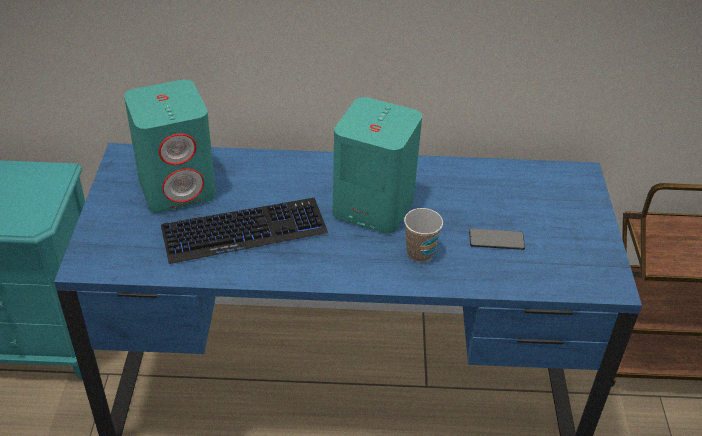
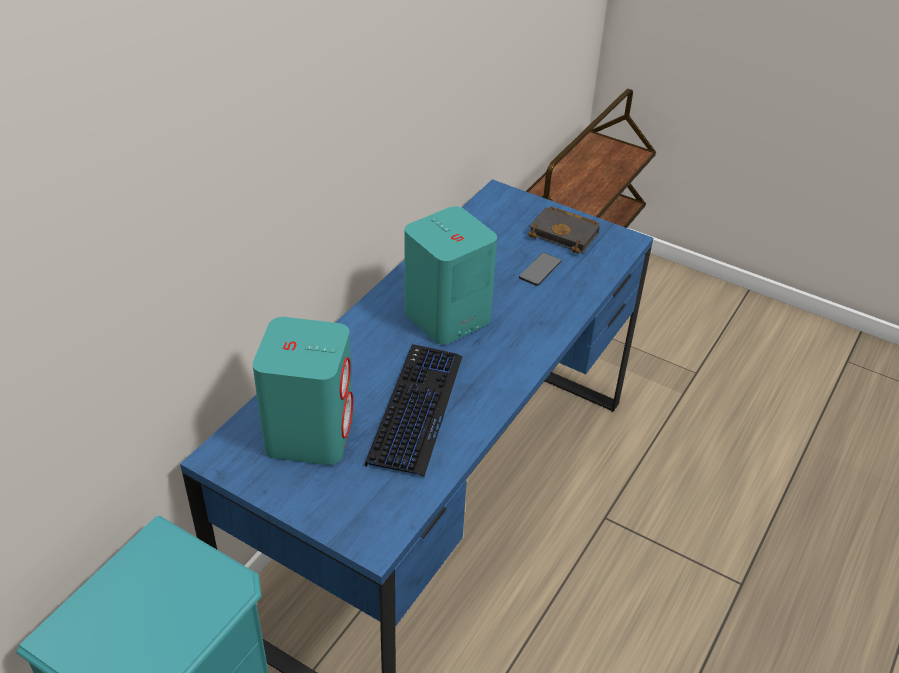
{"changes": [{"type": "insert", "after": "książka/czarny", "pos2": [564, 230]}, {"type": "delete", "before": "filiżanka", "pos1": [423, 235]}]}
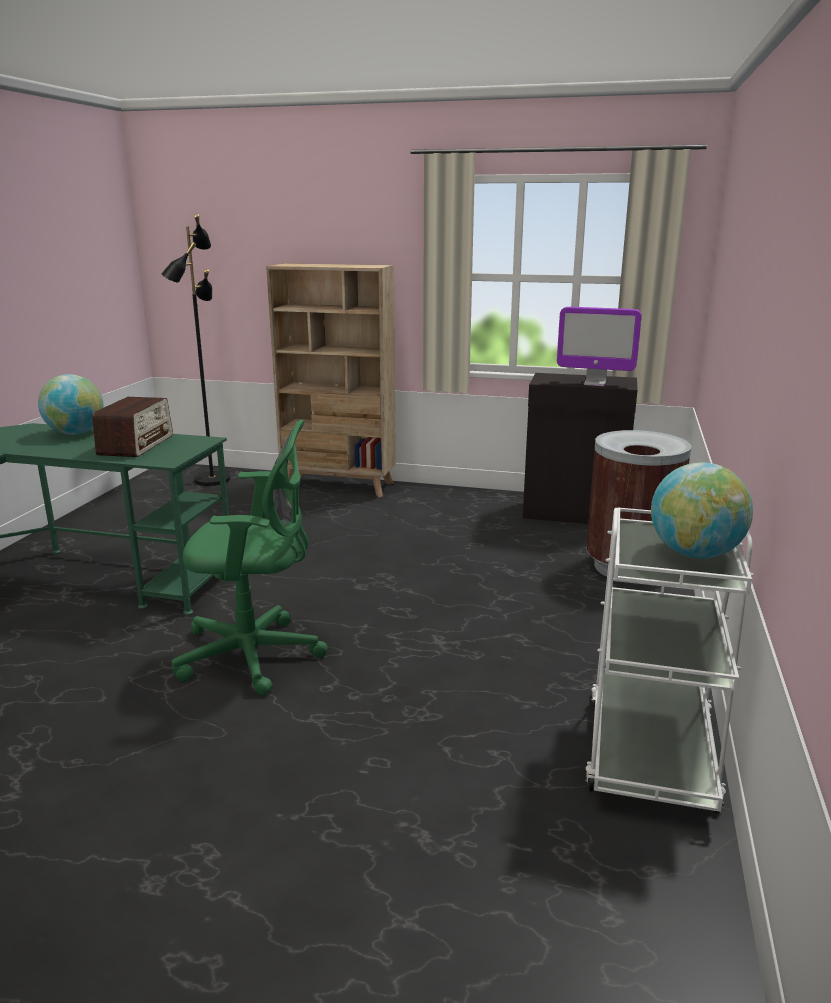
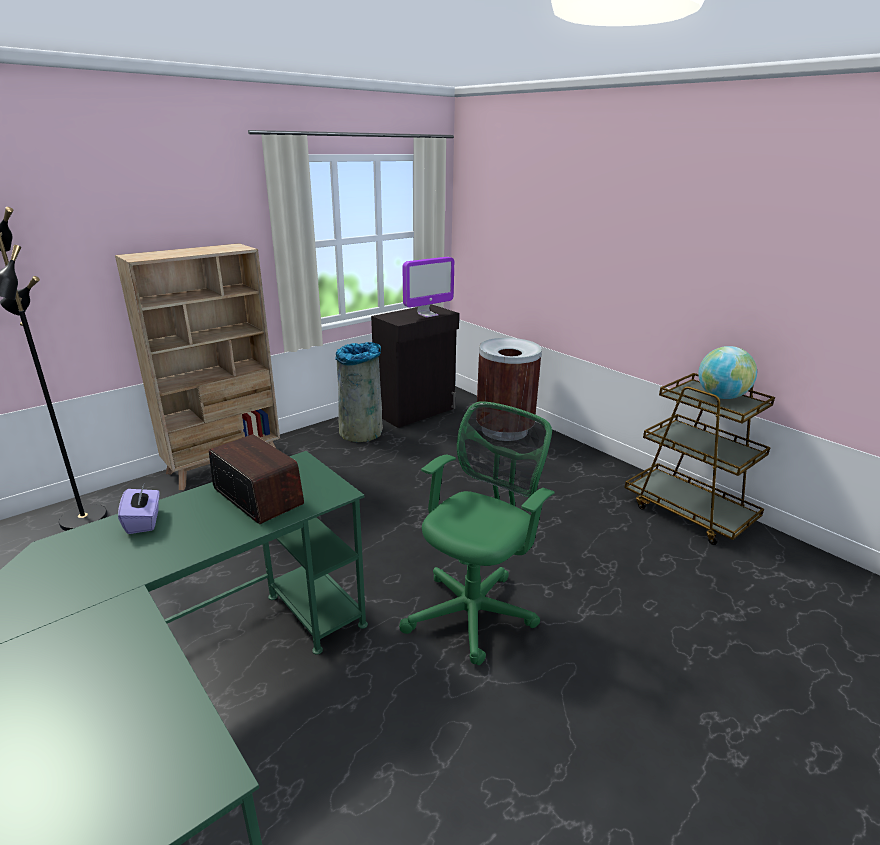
{"changes": [{"type": "replace", "before": "globus", "after": "pudełko chusteczek/fioletowy", "pos1": [71, 404], "pos2": [139, 509]}, {"type": "insert", "after": "kosz na śmieci/szary", "pos2": [359, 392]}, {"type": "recolor", "before": "wózek/biały", "after": "wózek/brązowy", "pos1": [670, 660], "pos2": [699, 459]}]}
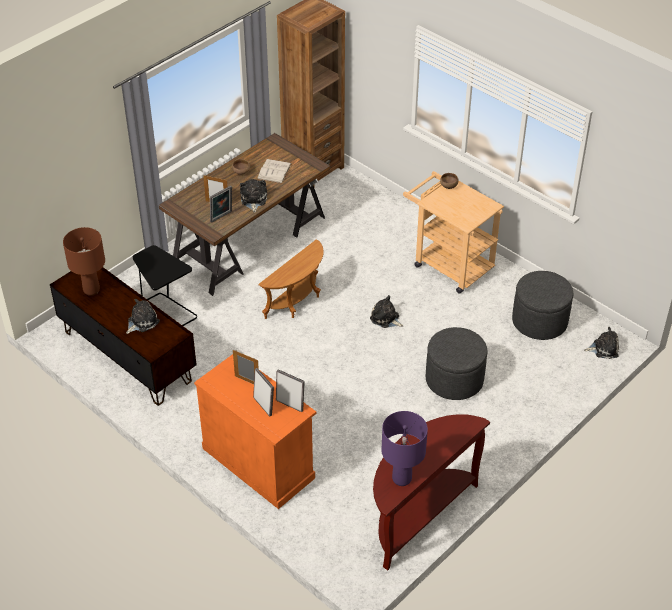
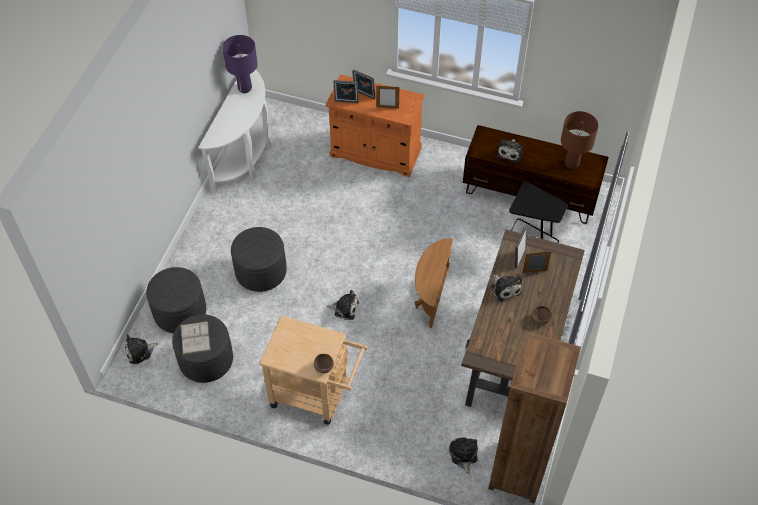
{"changes": [{"type": "insert", "after": "pufa/szary", "pos2": [176, 300]}, {"type": "move", "before": "książka/biały", "pos1": [274, 171], "pos2": [196, 338]}, {"type": "recolor", "before": "stolik konsolowy/brązowy", "after": "stolik konsolowy/biały", "pos1": [431, 492], "pos2": [234, 131]}, {"type": "insert", "after": "pluszak", "pos2": [463, 455]}]}
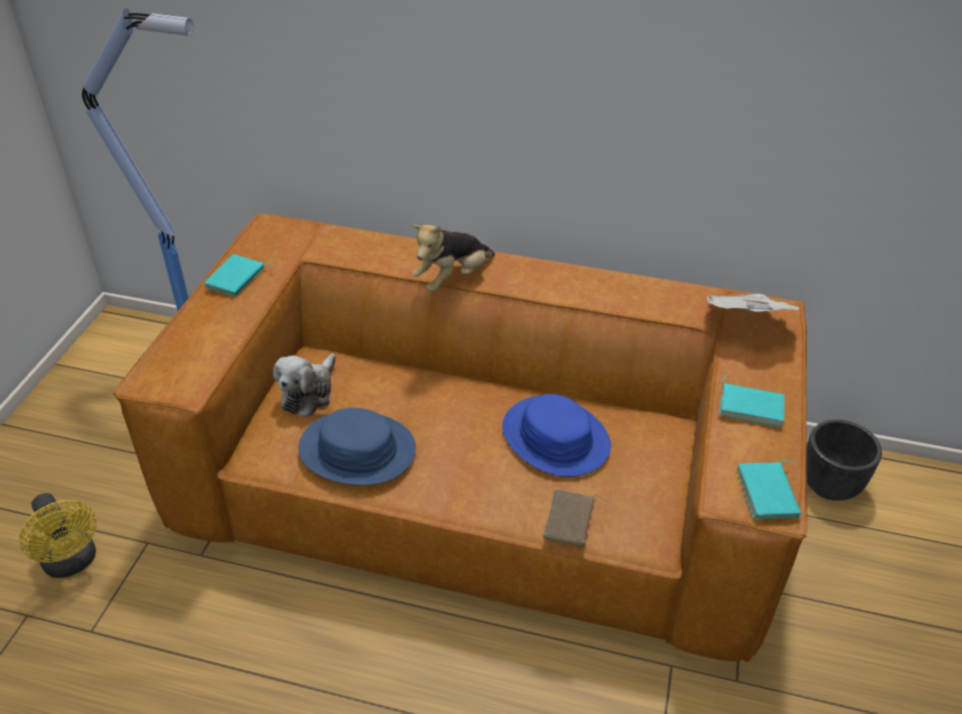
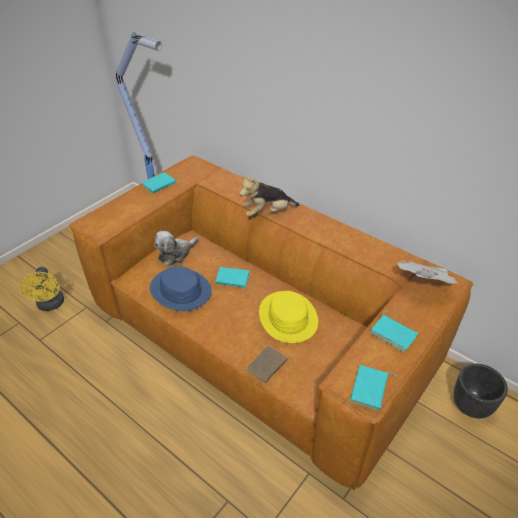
{"changes": [{"type": "insert", "after": "książka/turkusowy", "pos2": [232, 279]}, {"type": "recolor", "before": "kapelusz/niebieski", "after": "kapelusz/żółty", "pos1": [556, 435], "pos2": [288, 317]}]}
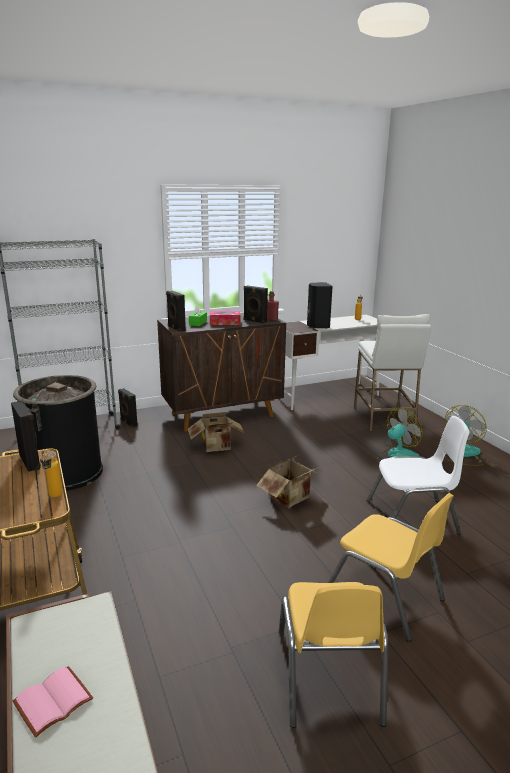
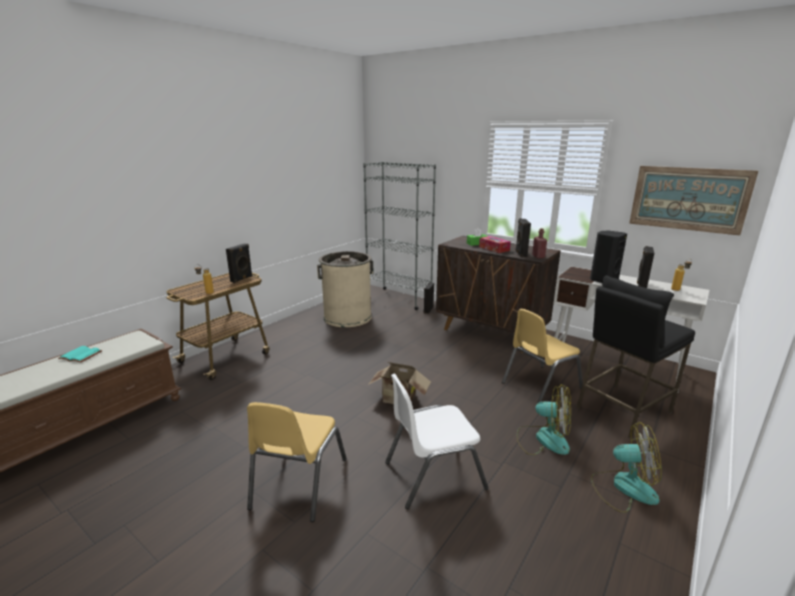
{"changes": [{"type": "recolor", "before": "książka/różowy", "after": "książka/turkusowy", "pos1": [53, 702], "pos2": [80, 354]}, {"type": "recolor", "before": "kosz na śmieci/czarny", "after": "kosz na śmieci/beżowy", "pos1": [58, 433], "pos2": [345, 289]}, {"type": "rotate", "before": "krzesło/biały", "pos1": [417, 475], "pos2": [437, 441], "turn": 105}, {"type": "move", "before": "krzesło/żółty", "pos1": [333, 655], "pos2": [542, 357]}, {"type": "recolor", "before": "stołek/biały", "after": "stołek/czarny", "pos1": [392, 372], "pos2": [635, 357]}, {"type": "insert", "after": "obraz", "pos2": [693, 201]}, {"type": "move", "before": "głośnik/czarny", "pos1": [176, 311], "pos2": [645, 267]}, {"type": "delete", "before": "karton", "pos1": [216, 432]}]}
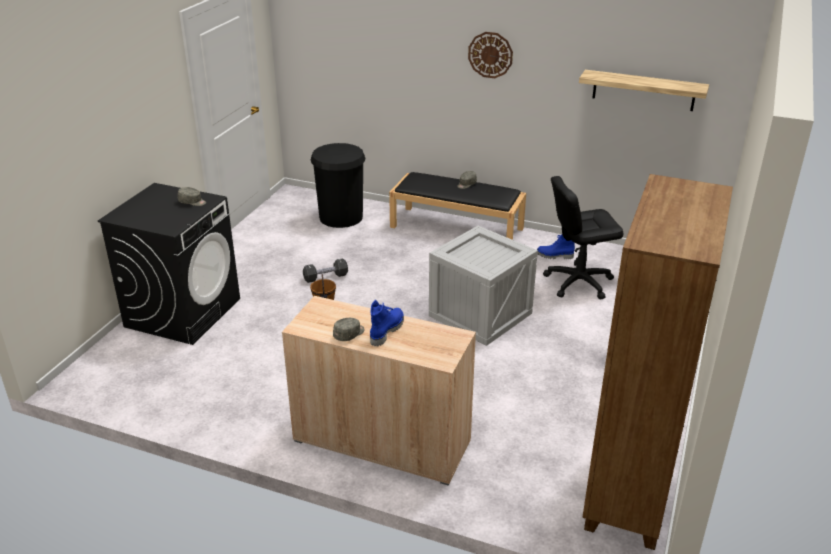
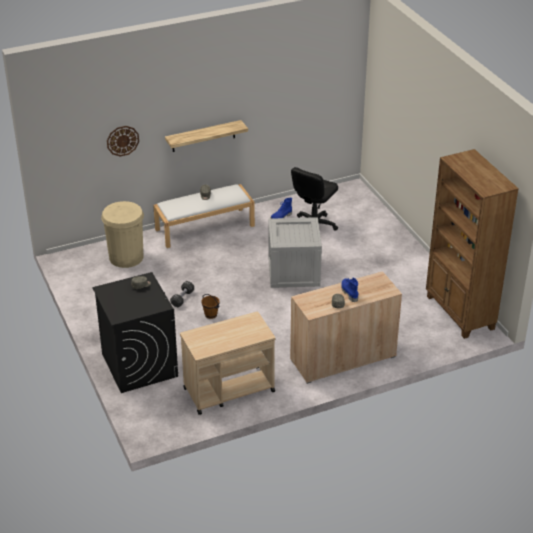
{"changes": [{"type": "recolor", "before": "kosz na śmieci/czarny", "after": "kosz na śmieci/beżowy", "pos1": [338, 185], "pos2": [122, 234]}, {"type": "move", "before": "zegar ścienny", "pos1": [490, 55], "pos2": [123, 141]}, {"type": "recolor", "before": "ławka/czarny", "after": "ławka/biały", "pos1": [457, 206], "pos2": [204, 216]}, {"type": "move", "before": "półka", "pos1": [644, 90], "pos2": [206, 136]}, {"type": "insert", "after": "wózek/beżowy", "pos2": [227, 363]}]}
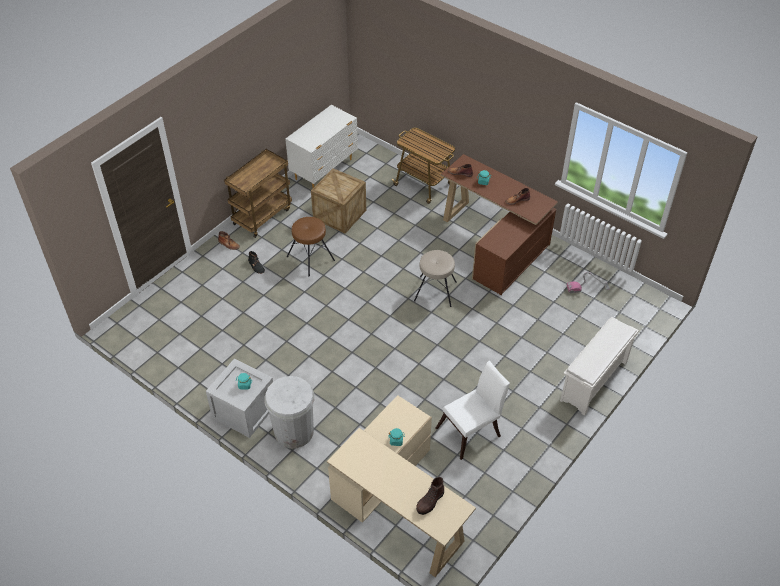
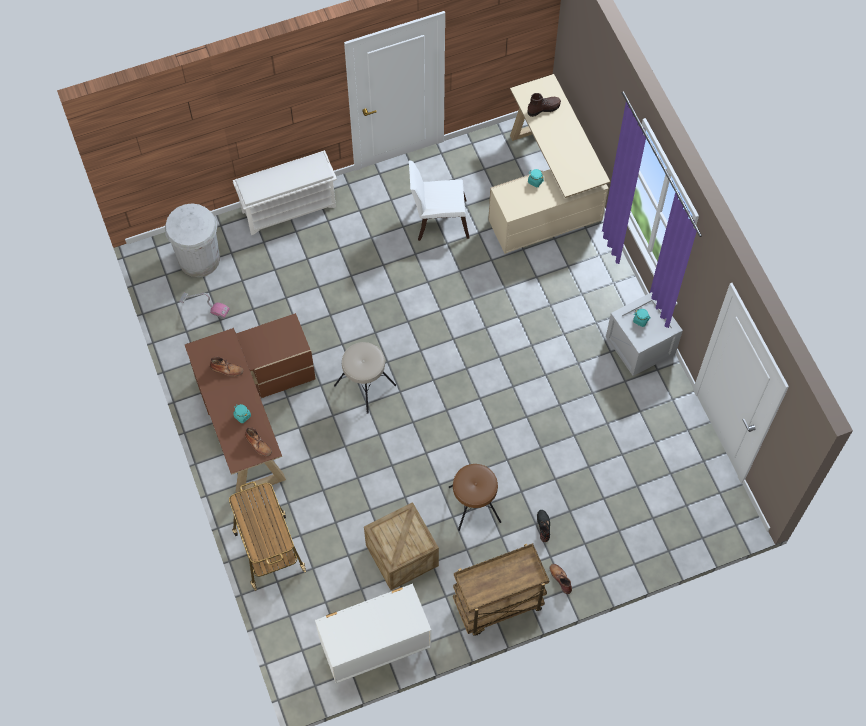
{"changes": [{"type": "move", "before": "kosz na śmieci/biały", "pos1": [289, 412], "pos2": [192, 240]}]}
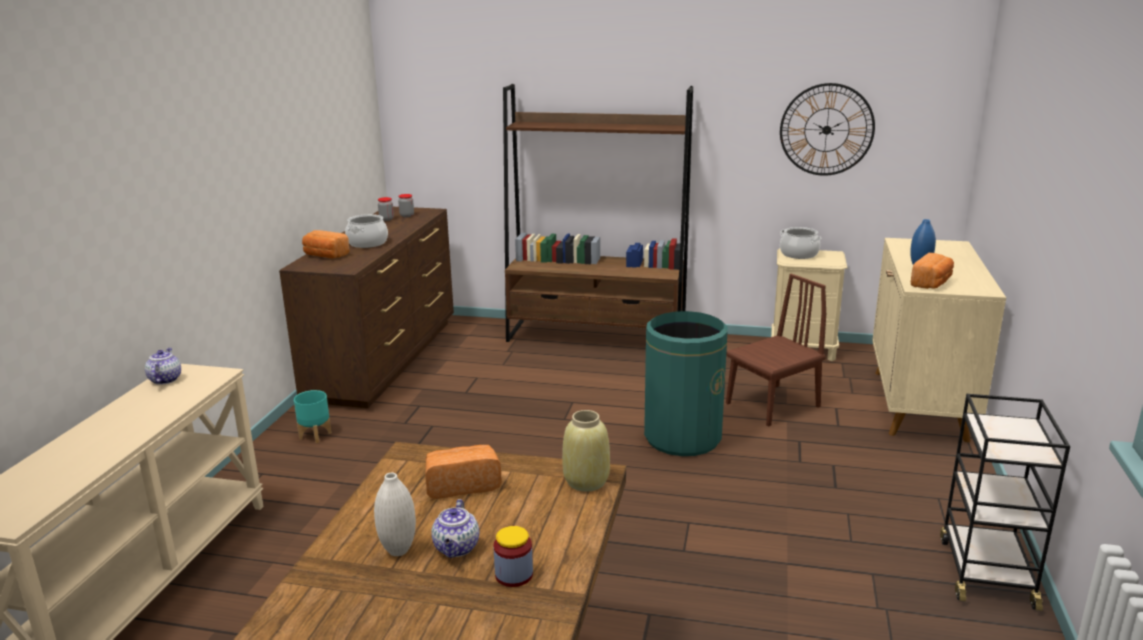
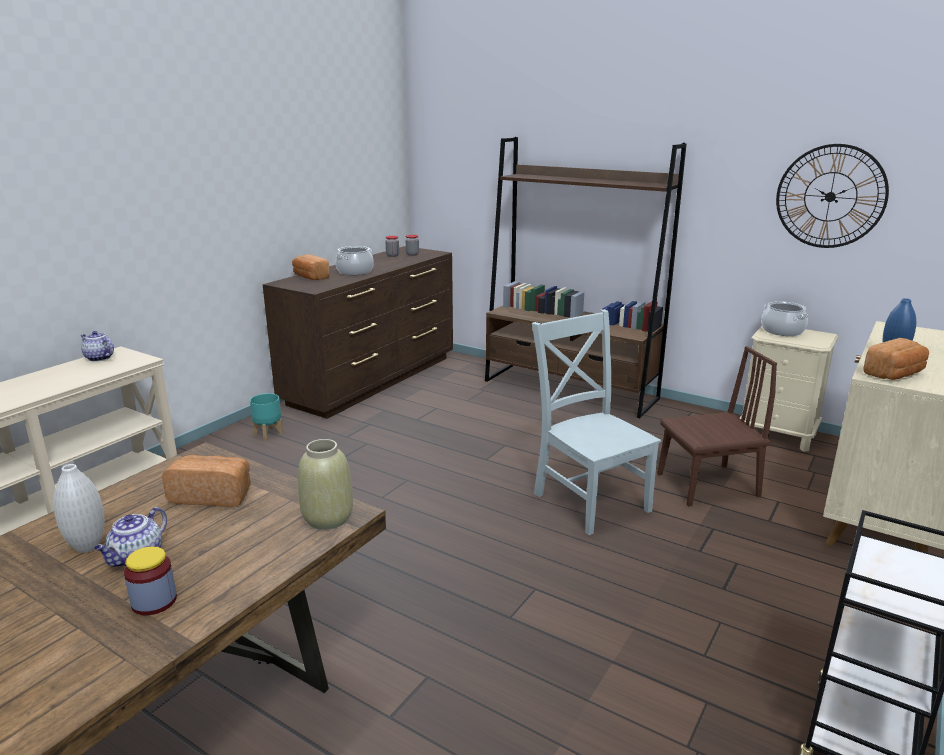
{"changes": [{"type": "rotate", "before": "imbryk", "pos1": [163, 366], "pos2": [97, 346], "turn": -75}, {"type": "replace", "before": "kosz na śmieci/zielony", "after": "krzesło/szary", "pos1": [686, 383], "pos2": [596, 422]}]}
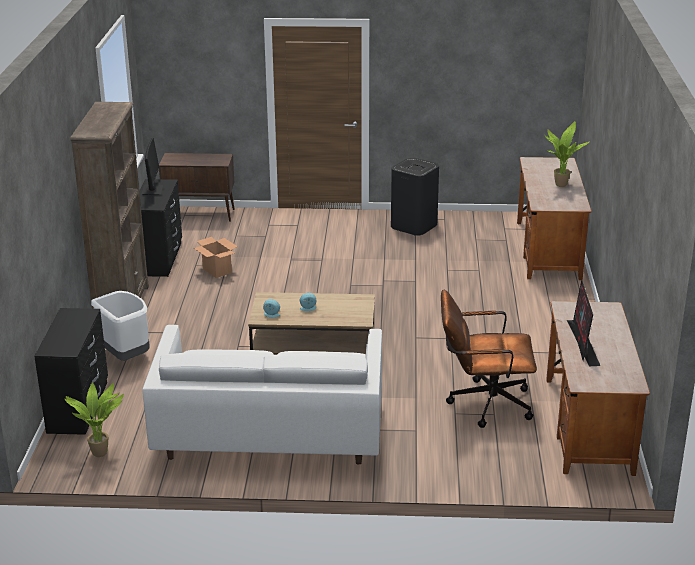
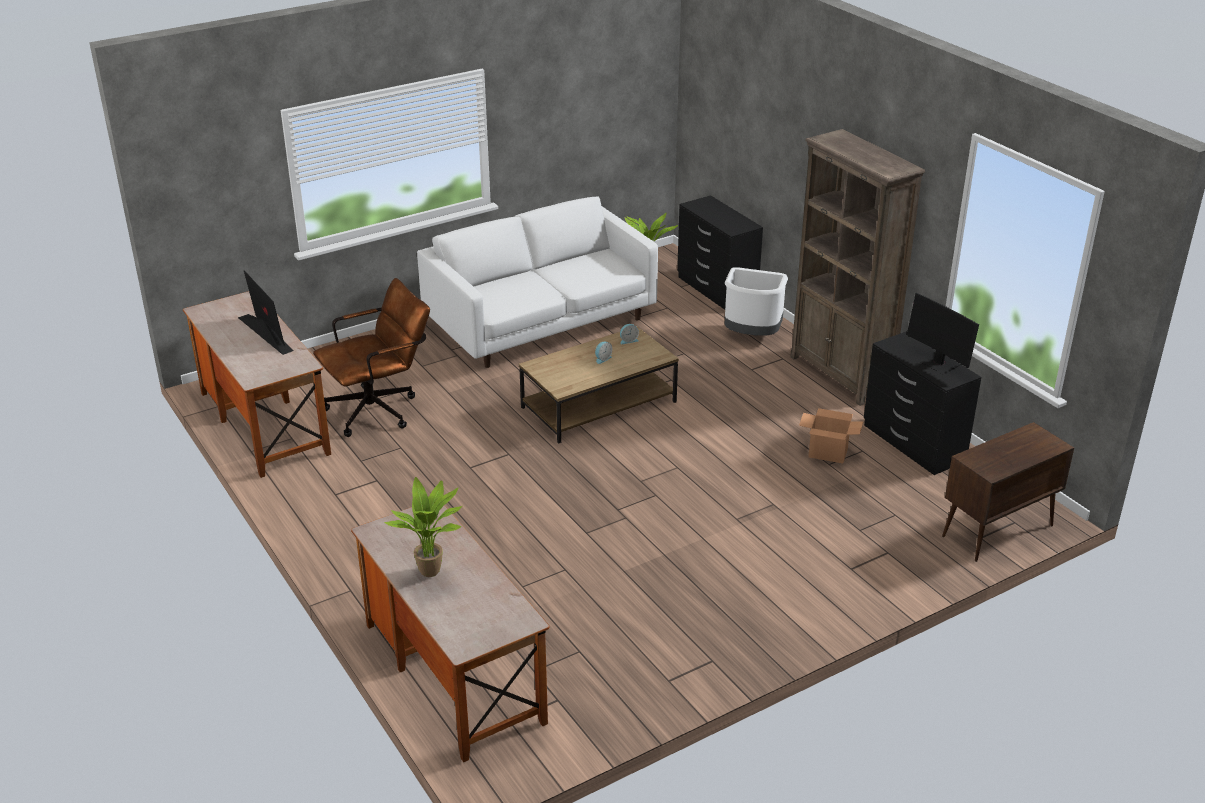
{"changes": [{"type": "delete", "before": "kosz na śmieci/czarny", "pos1": [415, 197]}]}
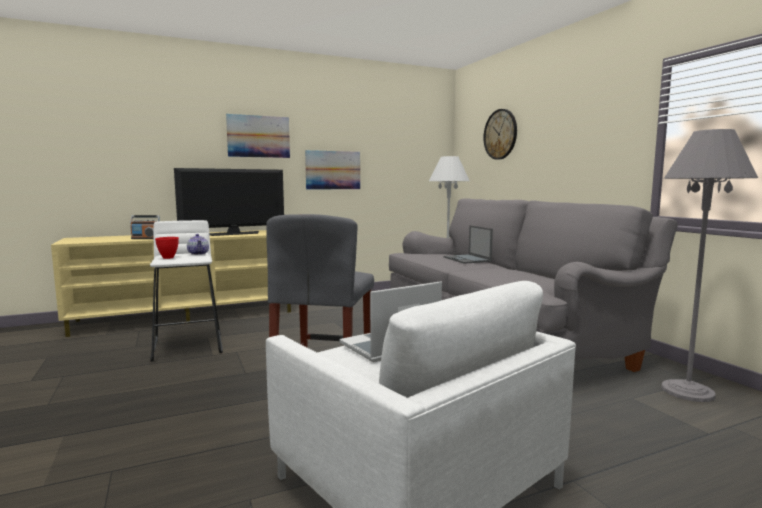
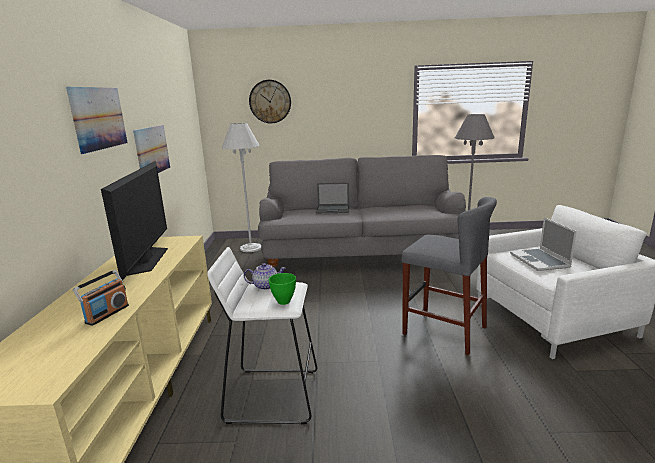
{"changes": [{"type": "recolor", "before": "miska/czerwony", "after": "miska/zielony", "pos1": [167, 248], "pos2": [282, 289]}]}
